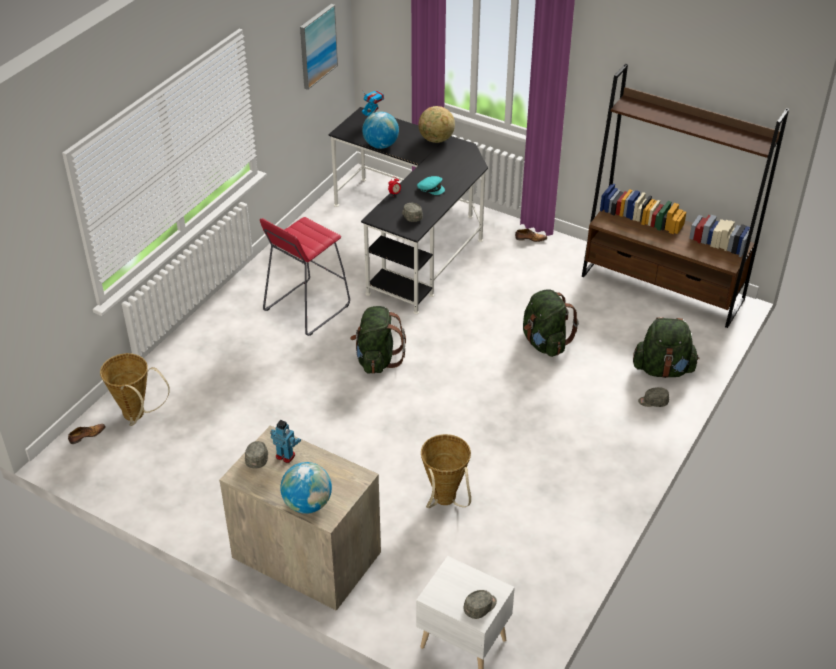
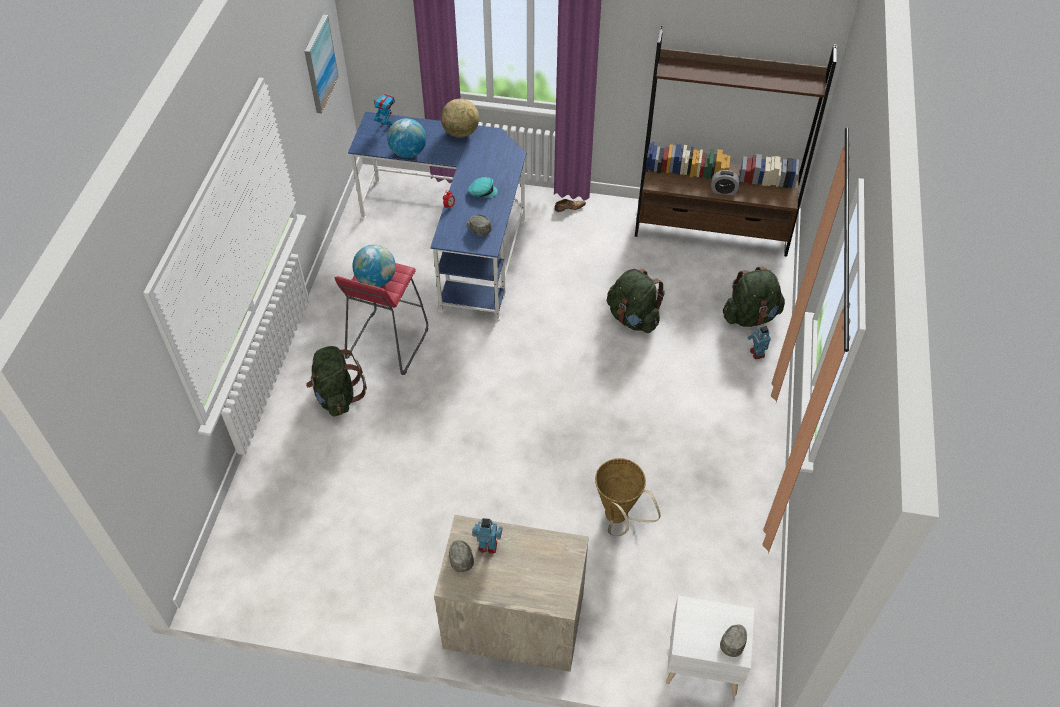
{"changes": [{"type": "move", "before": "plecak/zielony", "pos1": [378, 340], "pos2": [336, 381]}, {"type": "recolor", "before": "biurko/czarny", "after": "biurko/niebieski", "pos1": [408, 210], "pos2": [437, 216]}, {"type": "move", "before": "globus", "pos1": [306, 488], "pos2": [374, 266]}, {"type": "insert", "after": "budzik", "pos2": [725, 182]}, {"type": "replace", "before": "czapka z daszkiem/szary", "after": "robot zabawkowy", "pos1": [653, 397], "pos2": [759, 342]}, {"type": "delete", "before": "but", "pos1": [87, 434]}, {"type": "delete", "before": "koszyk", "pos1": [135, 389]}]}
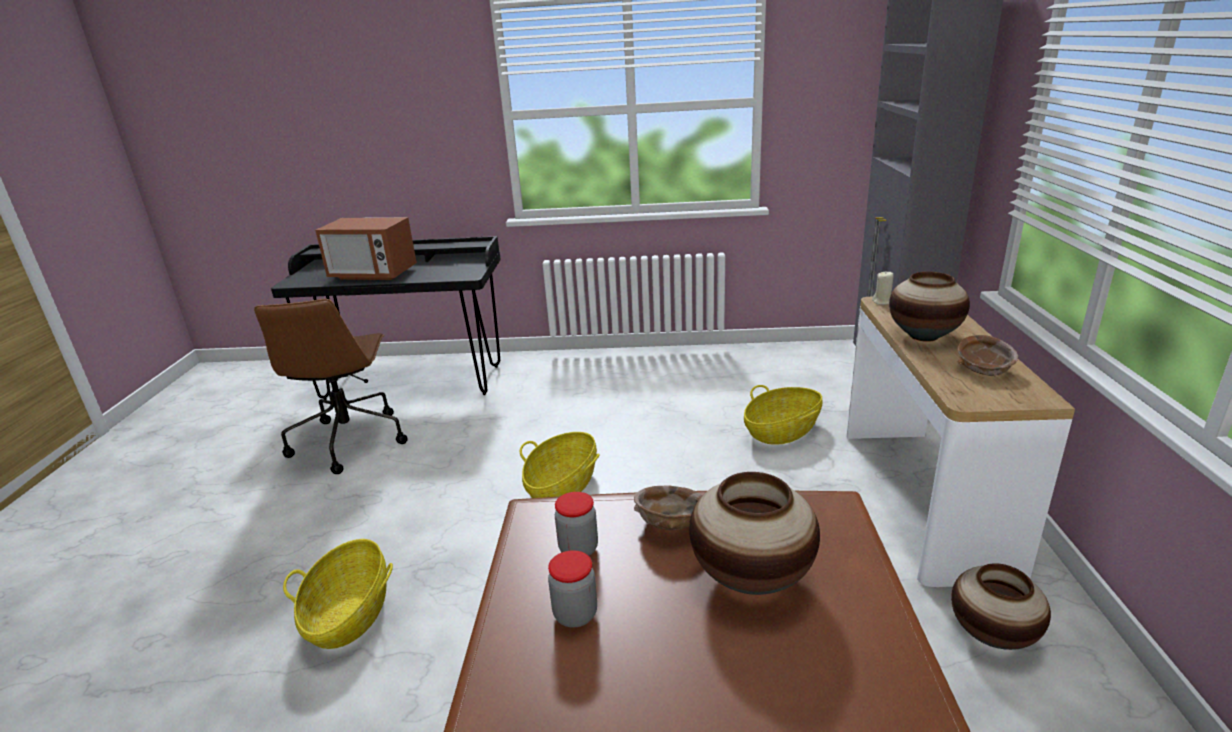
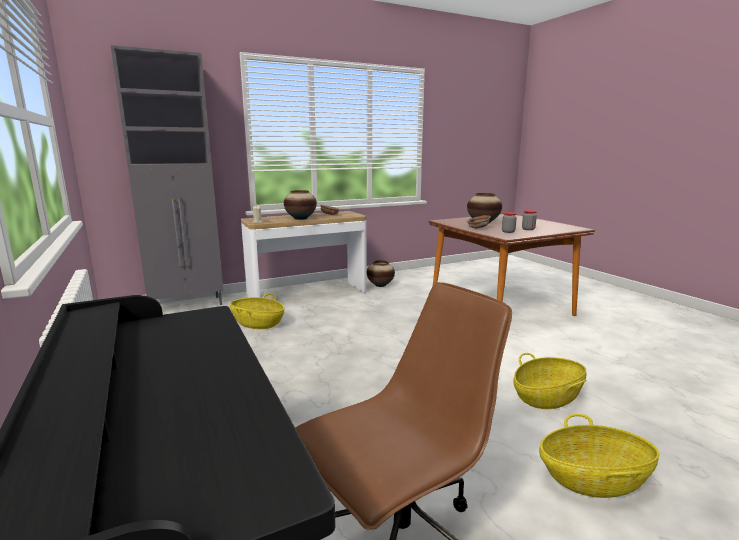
{"changes": [{"type": "move", "before": "koszyk", "pos1": [559, 465], "pos2": [599, 456]}, {"type": "delete", "before": "mikrofalówka", "pos1": [366, 248]}]}
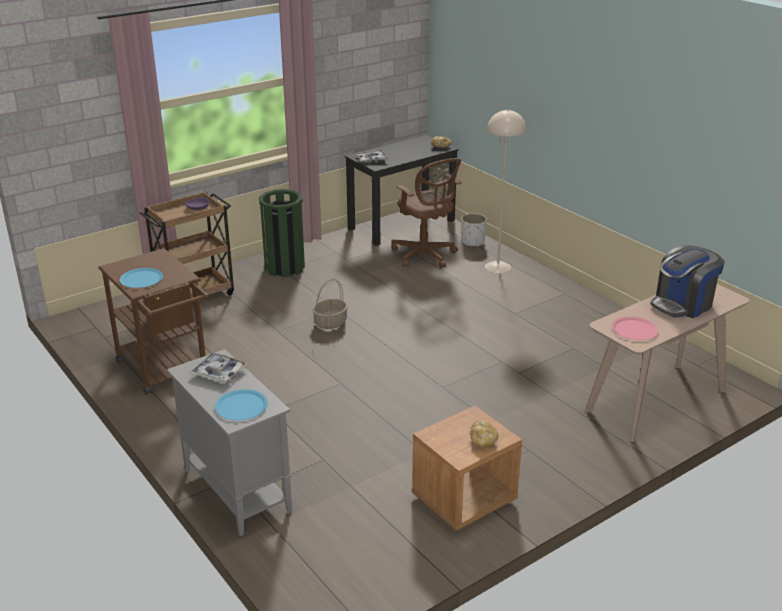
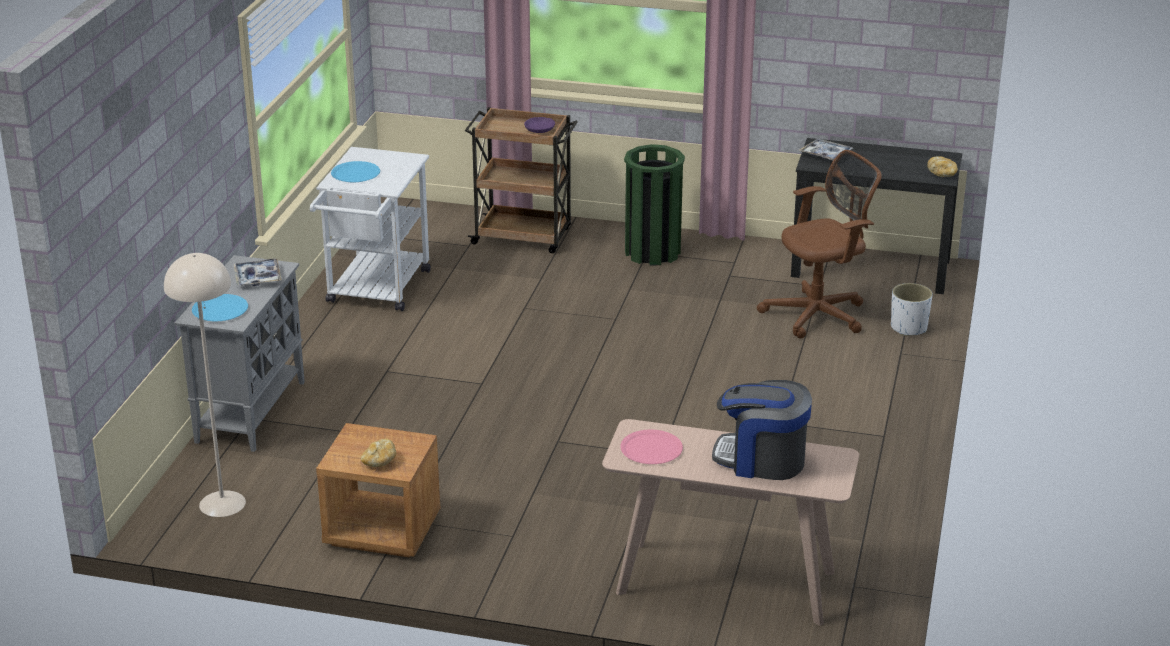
{"changes": [{"type": "move", "before": "lampa stojąca/beżowy", "pos1": [505, 191], "pos2": [205, 385]}, {"type": "recolor", "before": "wózek/brązowy", "after": "wózek/biały", "pos1": [153, 321], "pos2": [370, 229]}, {"type": "rotate", "before": "krzesło biurowe/brązowy", "pos1": [426, 213], "pos2": [819, 244], "turn": -135}, {"type": "delete", "before": "koszyk", "pos1": [330, 304]}]}
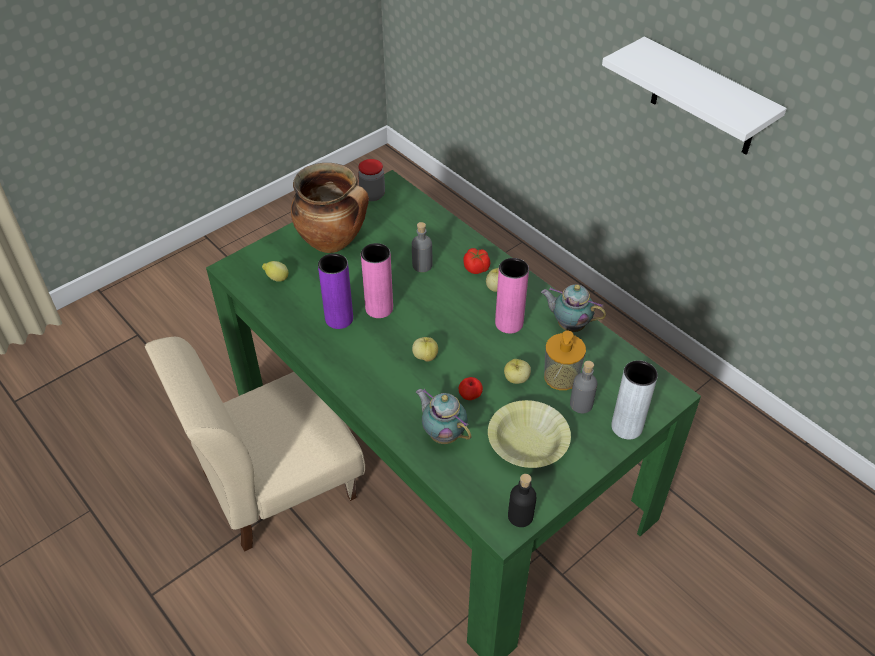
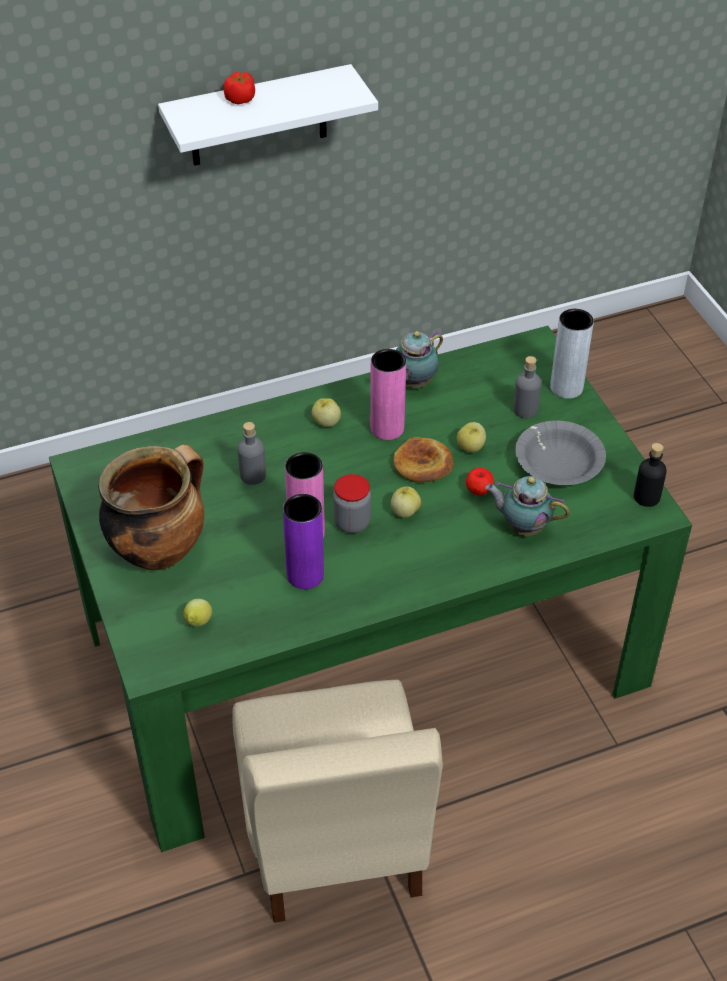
{"changes": [{"type": "move", "before": "pomidor", "pos1": [476, 261], "pos2": [239, 88]}, {"type": "move", "before": "słoik", "pos1": [371, 180], "pos2": [352, 503]}, {"type": "insert", "after": "chleb", "pos2": [423, 460]}, {"type": "rotate", "before": "imbryk", "pos1": [443, 416], "pos2": [527, 506], "turn": 45}, {"type": "recolor", "before": "miska/żółty", "after": "miska/szary", "pos1": [529, 434], "pos2": [560, 453]}, {"type": "delete", "before": "dozownik mydła", "pos1": [565, 360]}]}
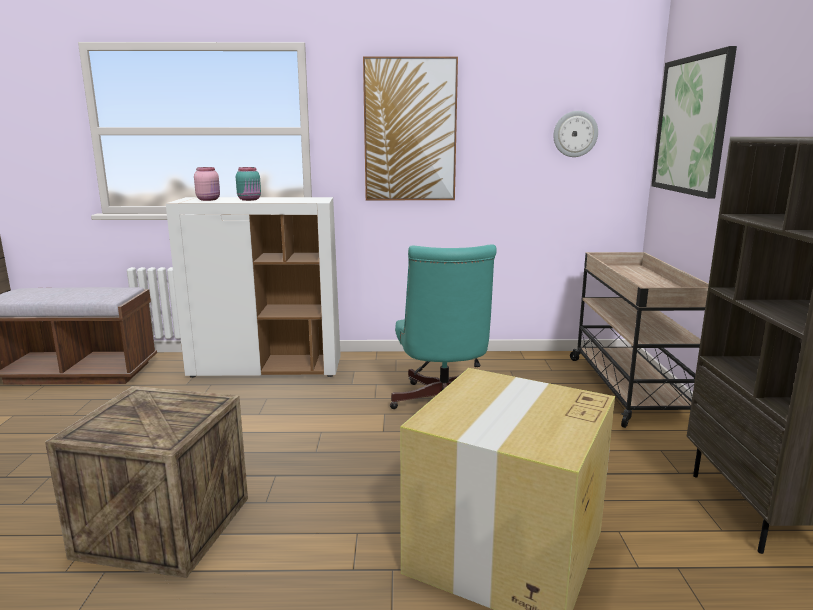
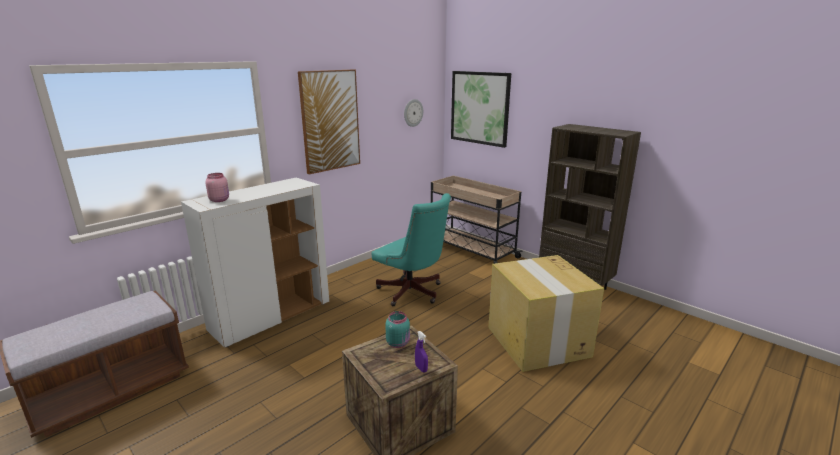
{"changes": [{"type": "move", "before": "słoik/turkusowy", "pos1": [248, 184], "pos2": [397, 329]}, {"type": "insert", "after": "spryskiwacz/fioletowy", "pos2": [421, 352]}]}
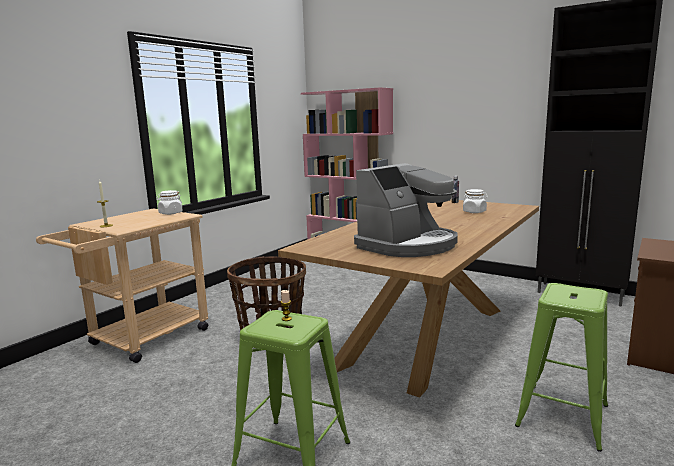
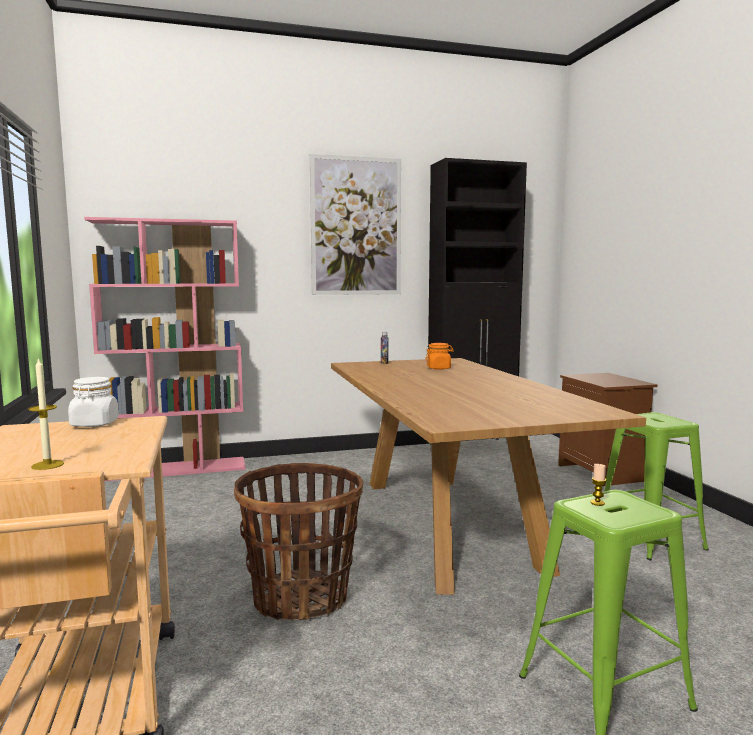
{"changes": [{"type": "insert", "after": "obraz", "pos2": [355, 224]}, {"type": "recolor", "before": "słoik/biały", "after": "słoik/pomarańczowy", "pos1": [475, 201], "pos2": [439, 356]}, {"type": "delete", "before": "ekspres do kawy", "pos1": [406, 210]}]}
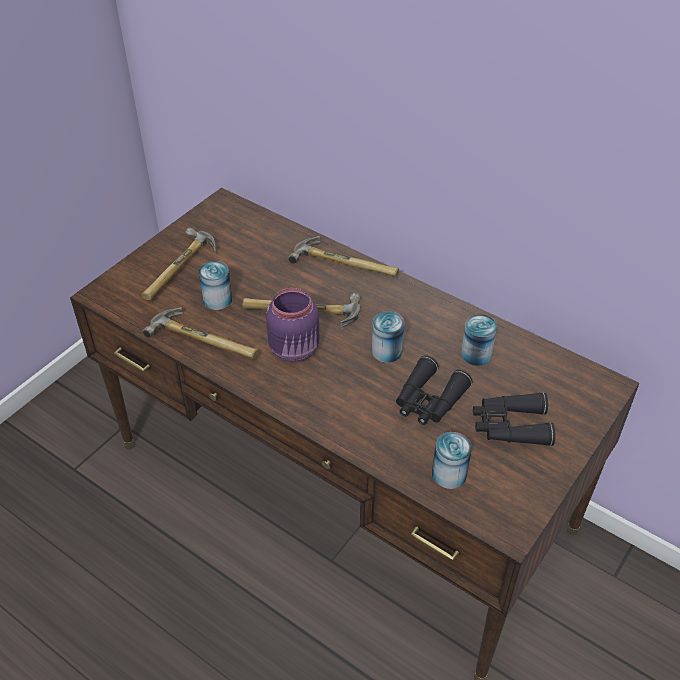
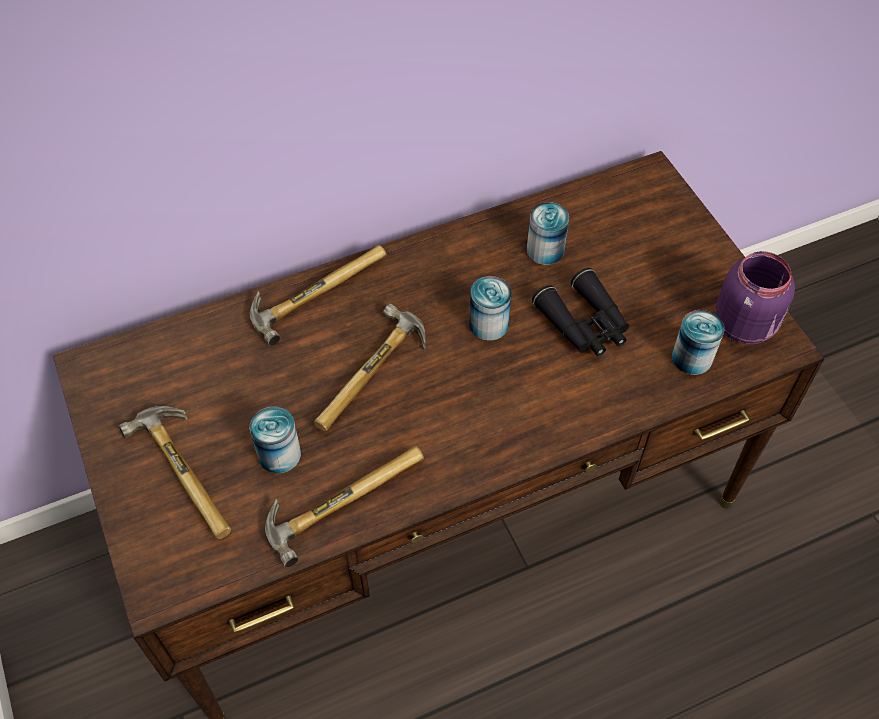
{"changes": [{"type": "move", "before": "słoik/fioletowy", "pos1": [292, 325], "pos2": [755, 297]}, {"type": "delete", "before": "lornetka/czarny", "pos1": [514, 419]}]}
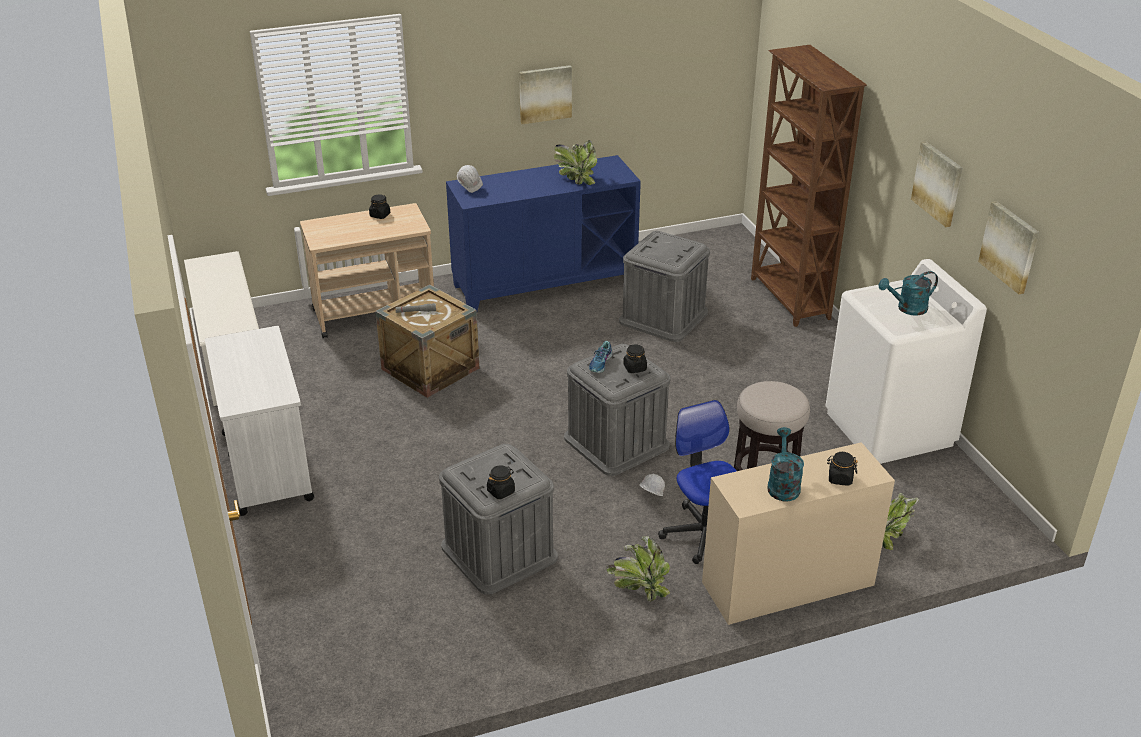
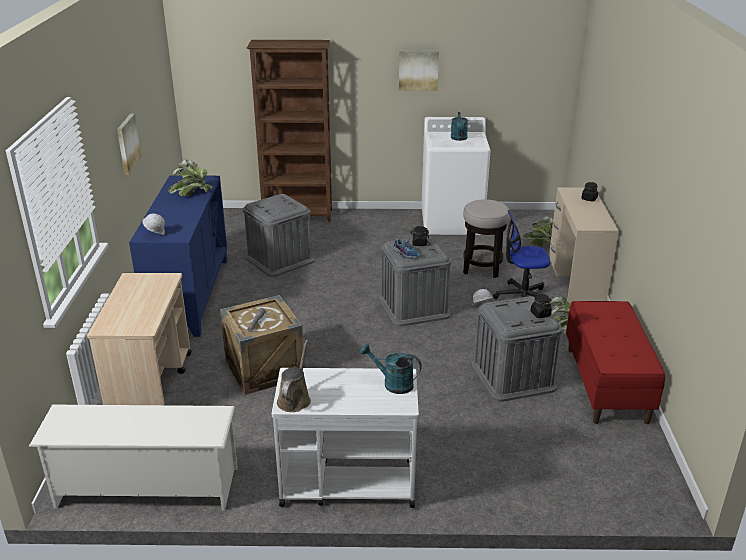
{"changes": [{"type": "insert", "after": "konewka/brązowy", "pos2": [294, 376]}, {"type": "move", "before": "konewka/turkusowy", "pos1": [785, 464], "pos2": [391, 369]}, {"type": "insert", "after": "ławka/czerwony", "pos2": [615, 362]}, {"type": "delete", "before": "słoik/czarny", "pos1": [379, 206]}, {"type": "delete", "before": "obraz", "pos1": [1008, 247]}]}
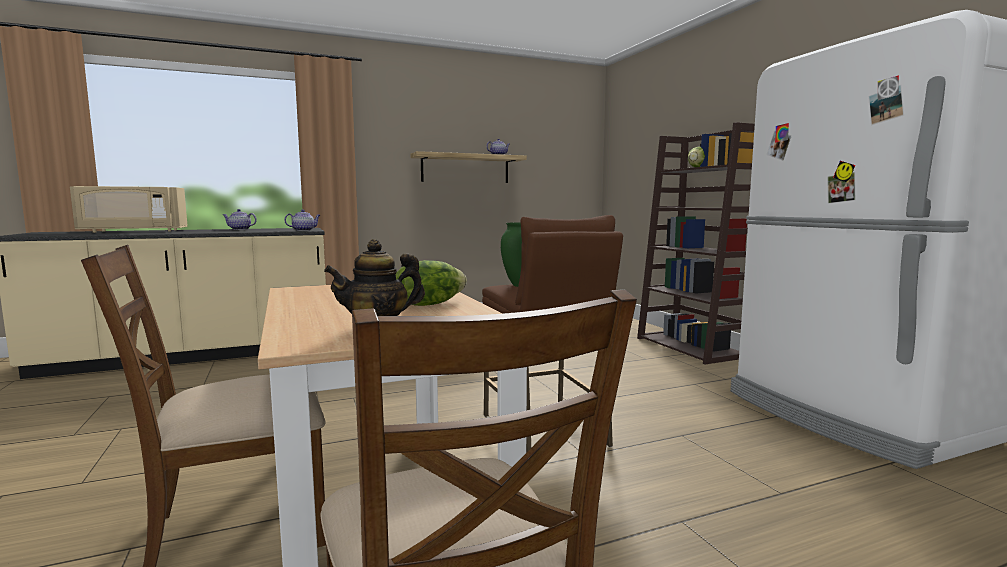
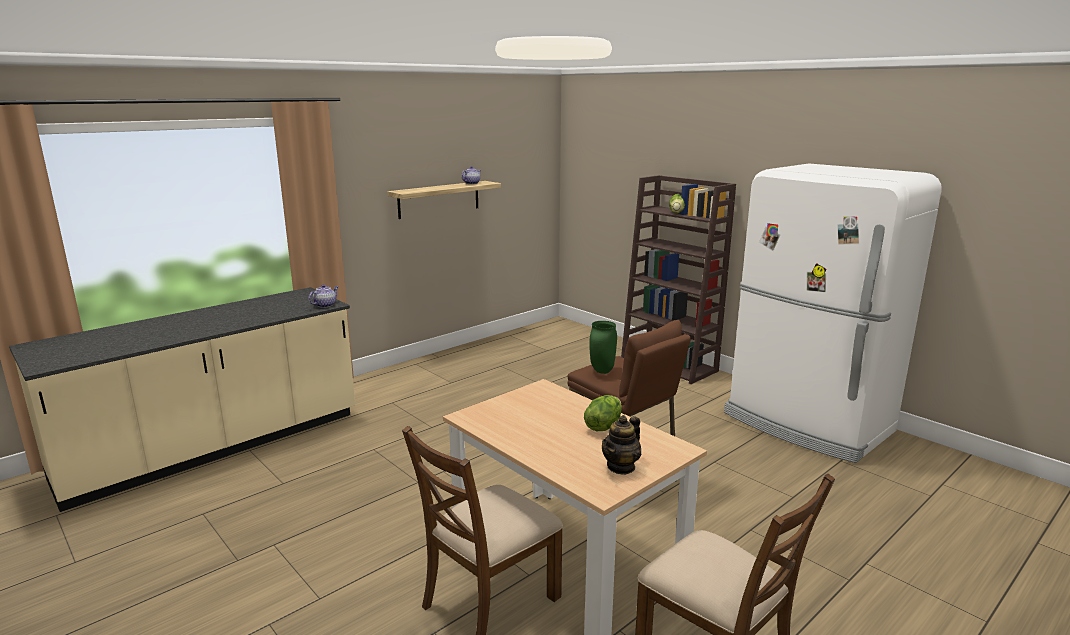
{"changes": [{"type": "delete", "before": "mikrofalówka/beżowy", "pos1": [129, 209]}, {"type": "delete", "before": "imbryk", "pos1": [240, 219]}]}
